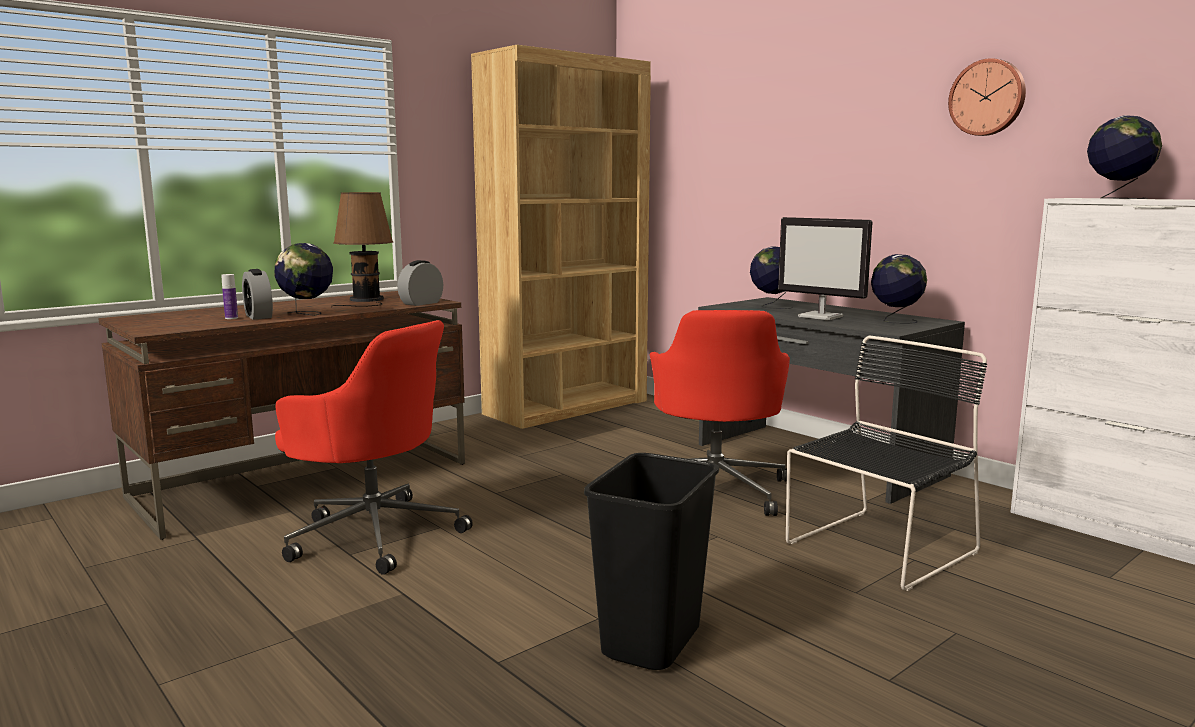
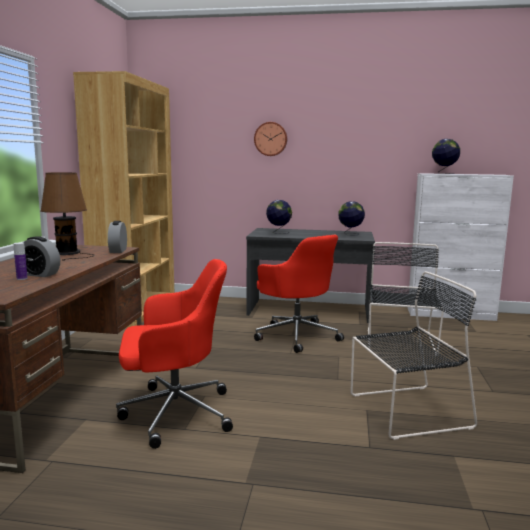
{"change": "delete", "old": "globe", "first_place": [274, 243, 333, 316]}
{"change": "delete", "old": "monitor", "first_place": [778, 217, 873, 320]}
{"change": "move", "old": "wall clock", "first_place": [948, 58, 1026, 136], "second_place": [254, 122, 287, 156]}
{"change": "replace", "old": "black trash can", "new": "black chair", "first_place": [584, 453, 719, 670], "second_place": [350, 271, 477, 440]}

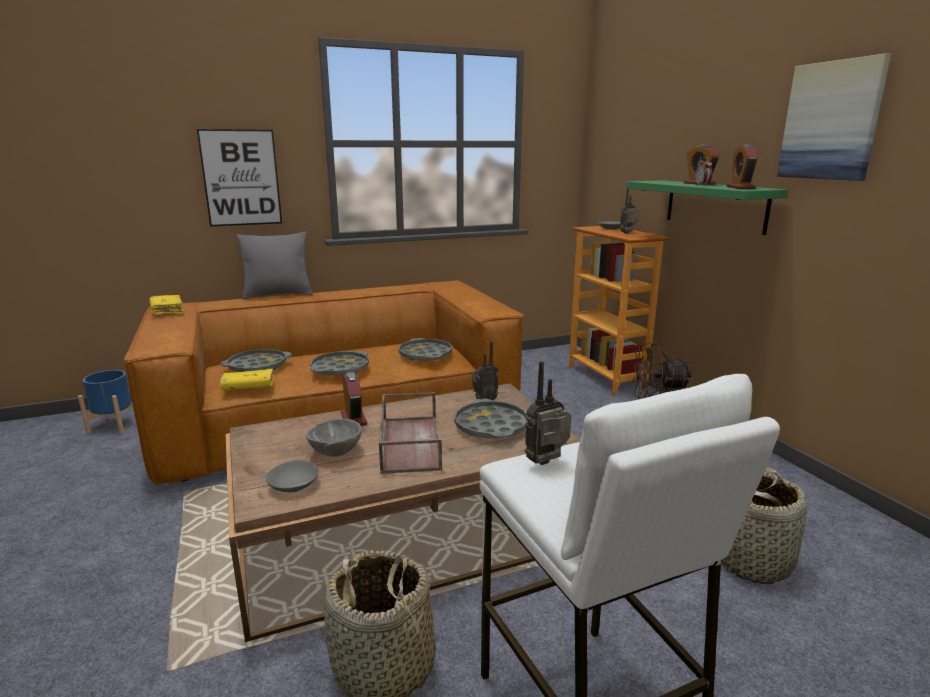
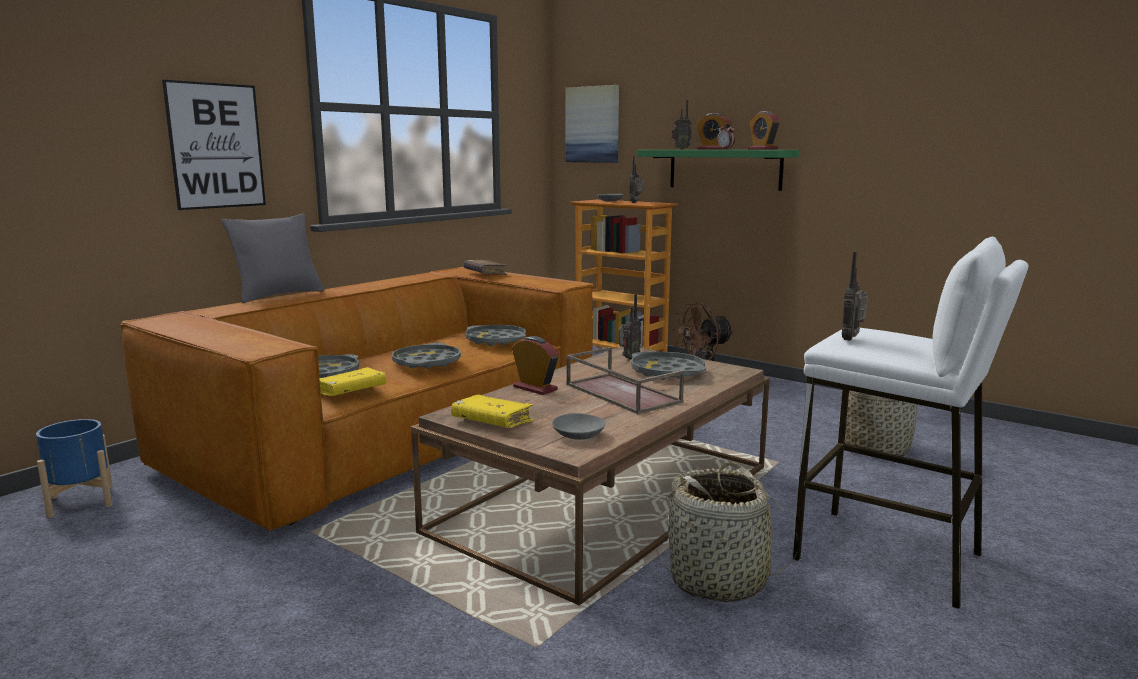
{"change": "delete", "old": "grey bowl", "first_place": [306, 419, 362, 457]}
{"change": "insert", "new": "brown book", "second_place": [464, 260, 507, 275]}
{"change": "insert", "new": "radio", "second_place": [672, 100, 692, 149]}
{"change": "move", "old": "yellow book", "first_place": [149, 295, 184, 314], "second_place": [451, 395, 533, 428]}
{"change": "move", "old": "picture", "first_place": [777, 53, 892, 181], "second_place": [565, 85, 619, 163]}

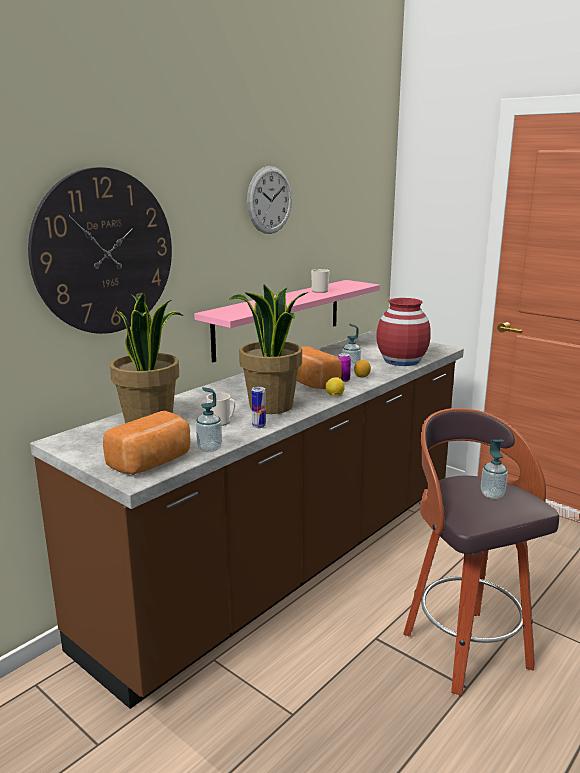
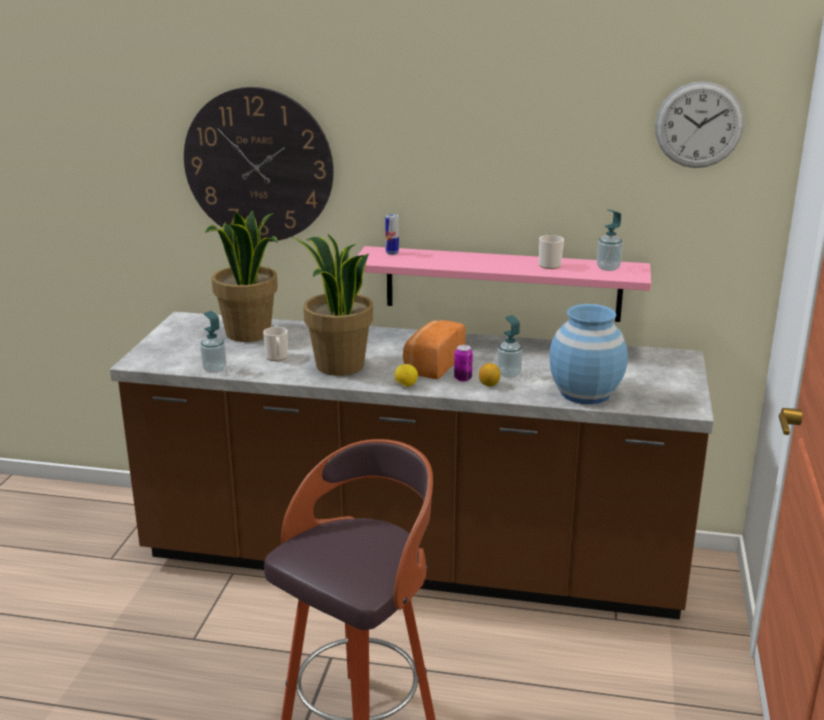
{"change": "delete", "old": "bread", "first_place": [103, 411, 191, 475]}
{"change": "move", "old": "wall clock", "first_place": [247, 166, 292, 234], "second_place": [655, 81, 744, 168]}
{"change": "move", "old": "can", "first_place": [251, 387, 266, 428], "second_place": [385, 214, 399, 255]}
{"change": "move", "old": "soap dispenser", "first_place": [481, 440, 508, 499], "second_place": [597, 209, 623, 271]}
{"change": "recolor", "old": "red vase", "new": "blue vase", "first_place": [376, 298, 431, 366], "second_place": [549, 304, 628, 404]}

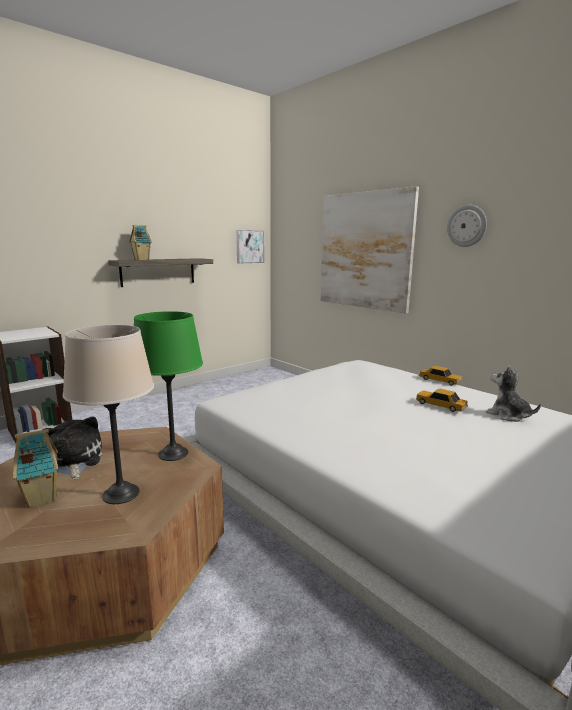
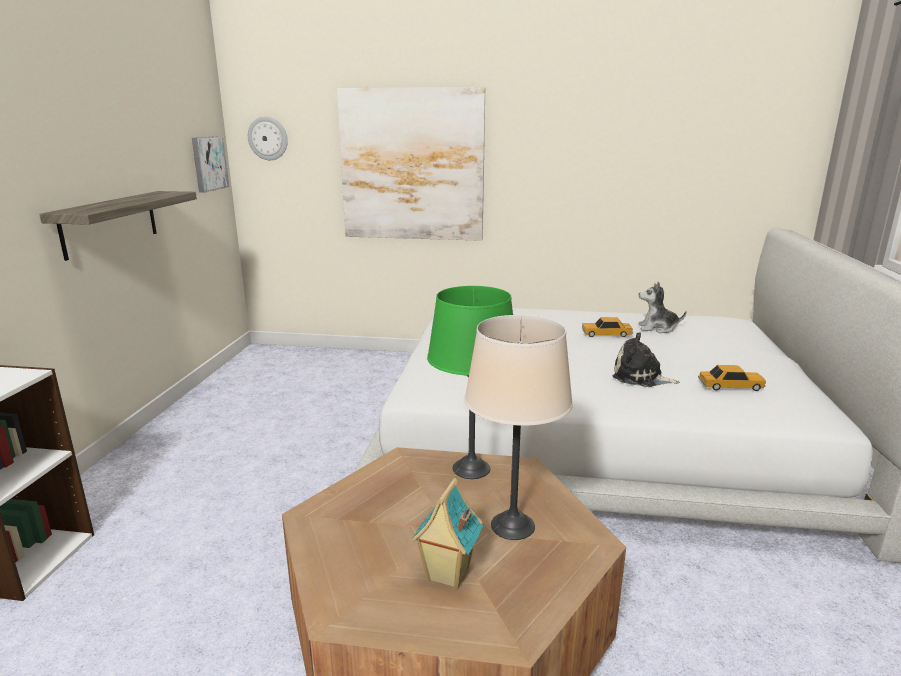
{"change": "delete", "old": "toy house", "first_place": [129, 225, 152, 260]}
{"change": "move", "old": "plush toy", "first_place": [43, 416, 102, 479], "second_place": [612, 332, 680, 387]}
{"change": "move", "old": "toy car", "first_place": [419, 366, 462, 386], "second_place": [698, 365, 766, 391]}
{"change": "move", "old": "wall clock", "first_place": [447, 205, 487, 247], "second_place": [248, 117, 288, 160]}

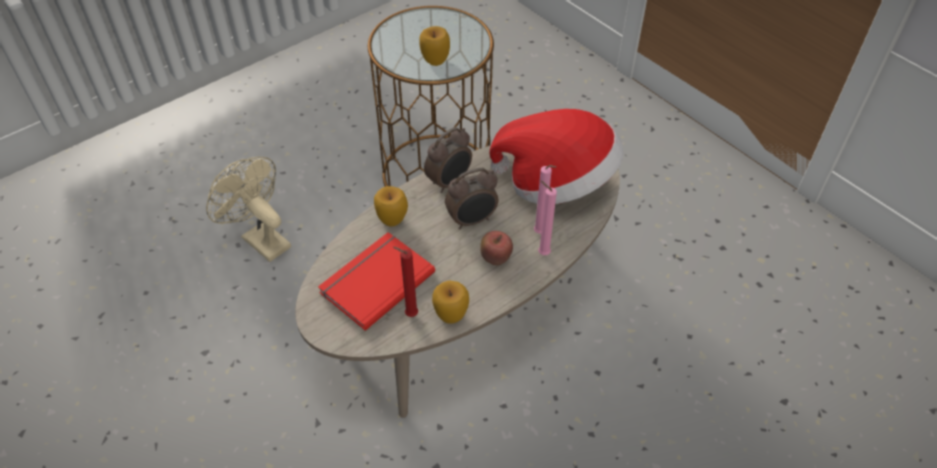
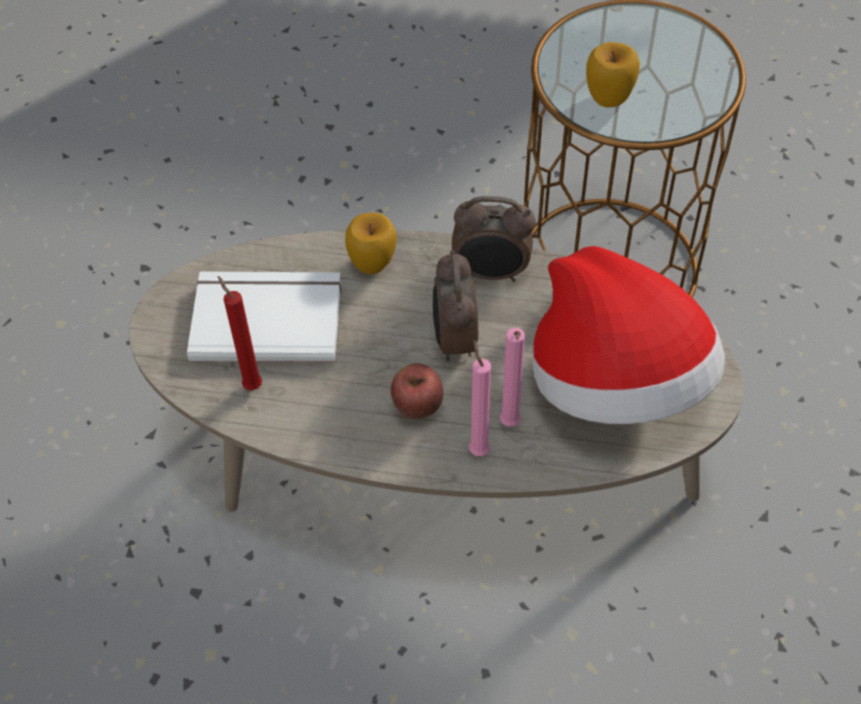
{"change": "delete", "old": "beige fan", "first_place": [206, 157, 291, 262]}
{"change": "delete", "old": "apple", "first_place": [432, 280, 469, 324]}
{"change": "recolor", "old": "red book", "new": "white book", "first_place": [318, 232, 435, 331], "second_place": [187, 271, 341, 362]}
{"change": "rotate", "old": "alarm clock", "first_place": [445, 168, 498, 230], "second_place": [433, 250, 478, 361], "degrees": 60}

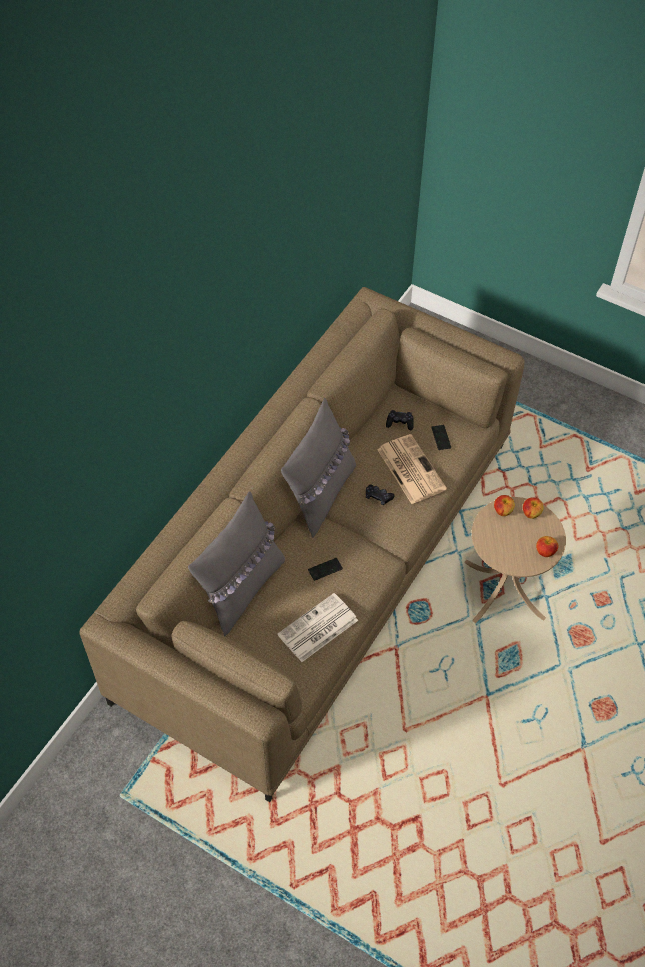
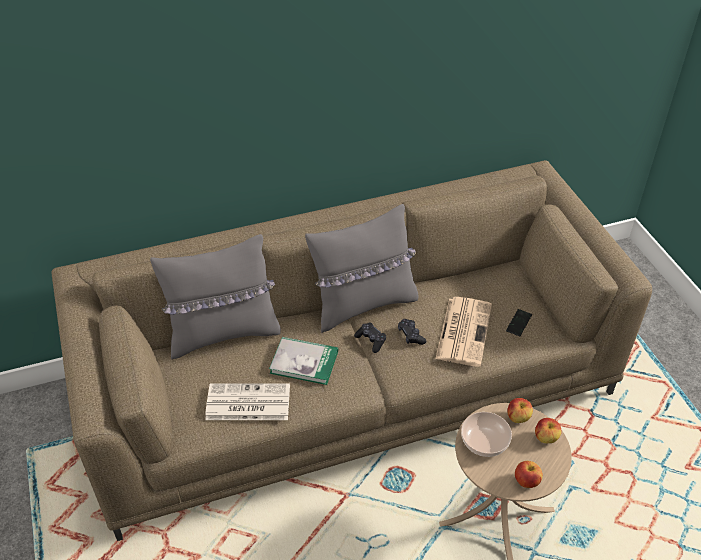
{"change": "insert", "new": "bowl", "second_place": [461, 412, 512, 457]}
{"change": "move", "old": "black game controller", "first_place": [386, 410, 414, 430], "second_place": [354, 322, 386, 353]}
{"change": "replace", "old": "phone", "new": "book", "first_place": [308, 558, 343, 581], "second_place": [269, 337, 338, 385]}

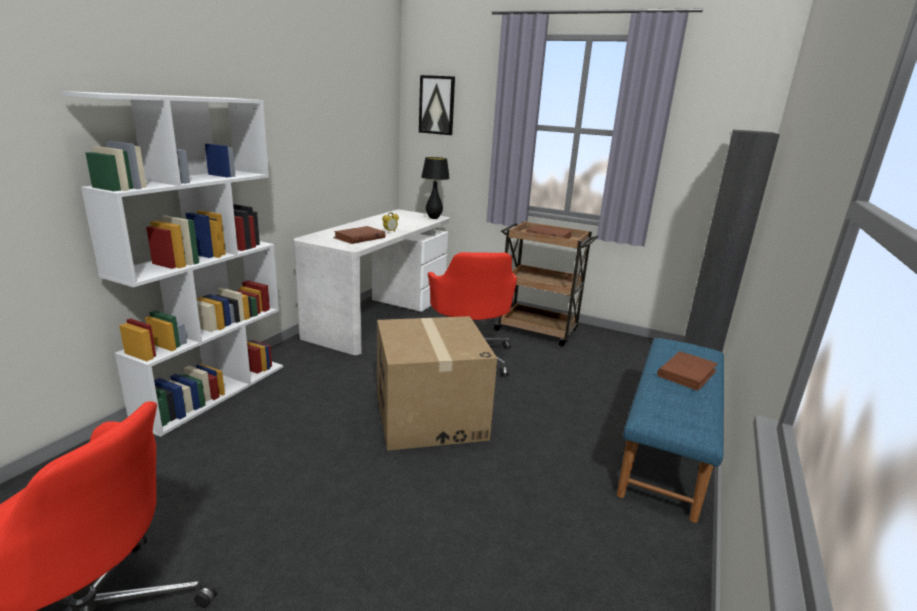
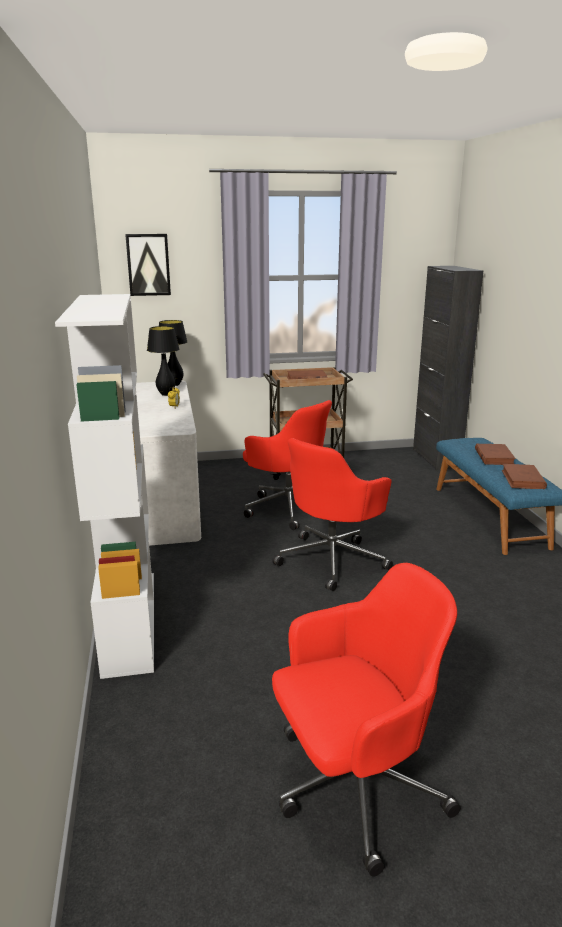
{"change": "insert", "new": "black table lamp", "second_place": [147, 326, 180, 396]}
{"change": "move", "old": "brown book", "first_place": [333, 226, 386, 244], "second_place": [502, 464, 547, 489]}
{"change": "replace", "old": "cardboard box", "new": "red office chair", "first_place": [377, 316, 497, 451], "second_place": [272, 438, 393, 591]}

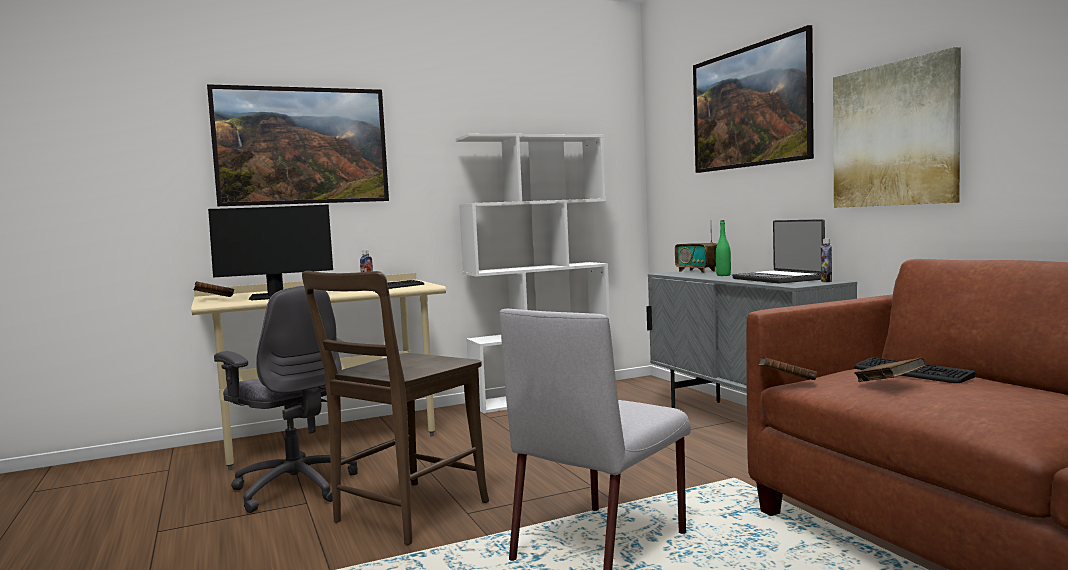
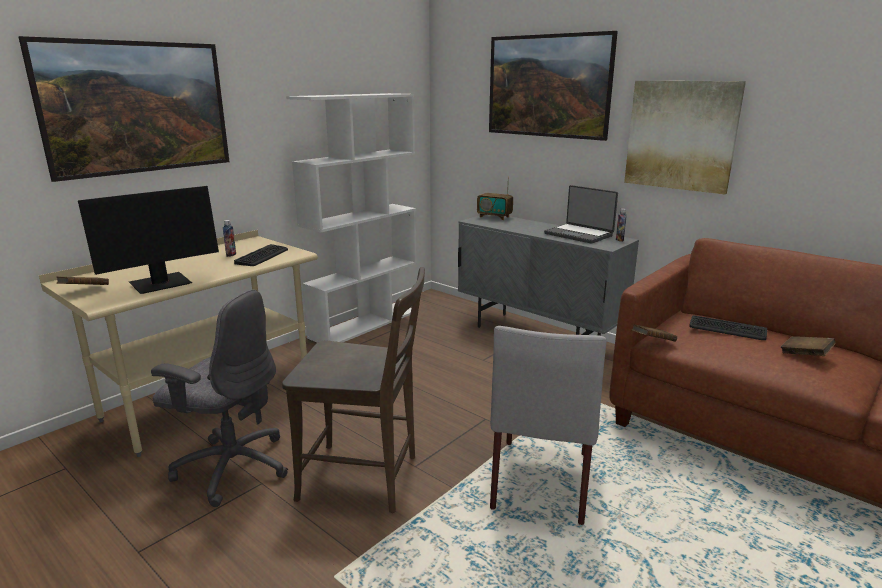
{"change": "delete", "old": "green bottle", "first_place": [716, 220, 731, 276]}
{"change": "move", "old": "brown book", "first_place": [854, 358, 926, 382], "second_place": [781, 336, 836, 356]}
{"change": "rotate", "old": "brown chair", "first_place": [302, 271, 489, 545], "second_place": [282, 267, 425, 513], "degrees": -90}

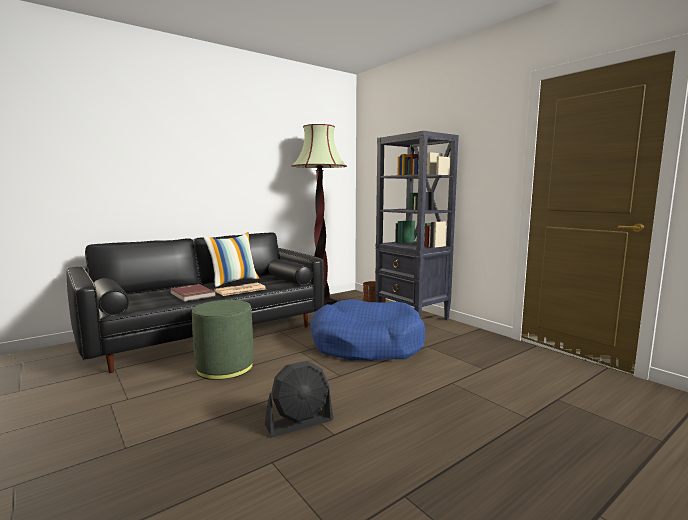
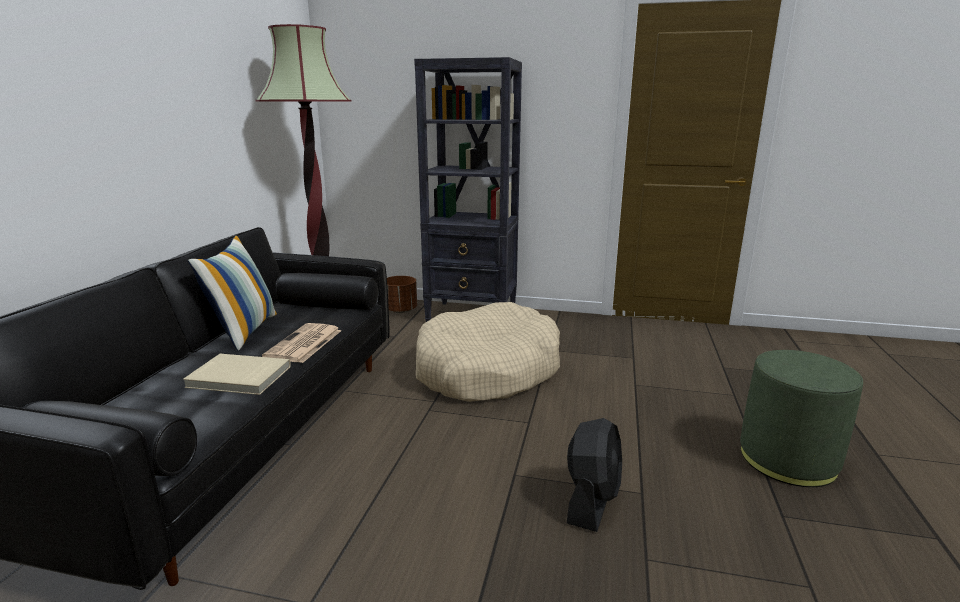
{"change": "move", "old": "green ottoman", "first_place": [192, 300, 254, 380], "second_place": [740, 350, 863, 487]}
{"change": "recolor", "old": "red book", "new": "beige book", "first_place": [170, 284, 216, 302], "second_place": [183, 354, 291, 395]}
{"change": "recolor", "old": "blue dog bed", "new": "beige dog bed", "first_place": [310, 299, 425, 361], "second_place": [416, 302, 560, 402]}

